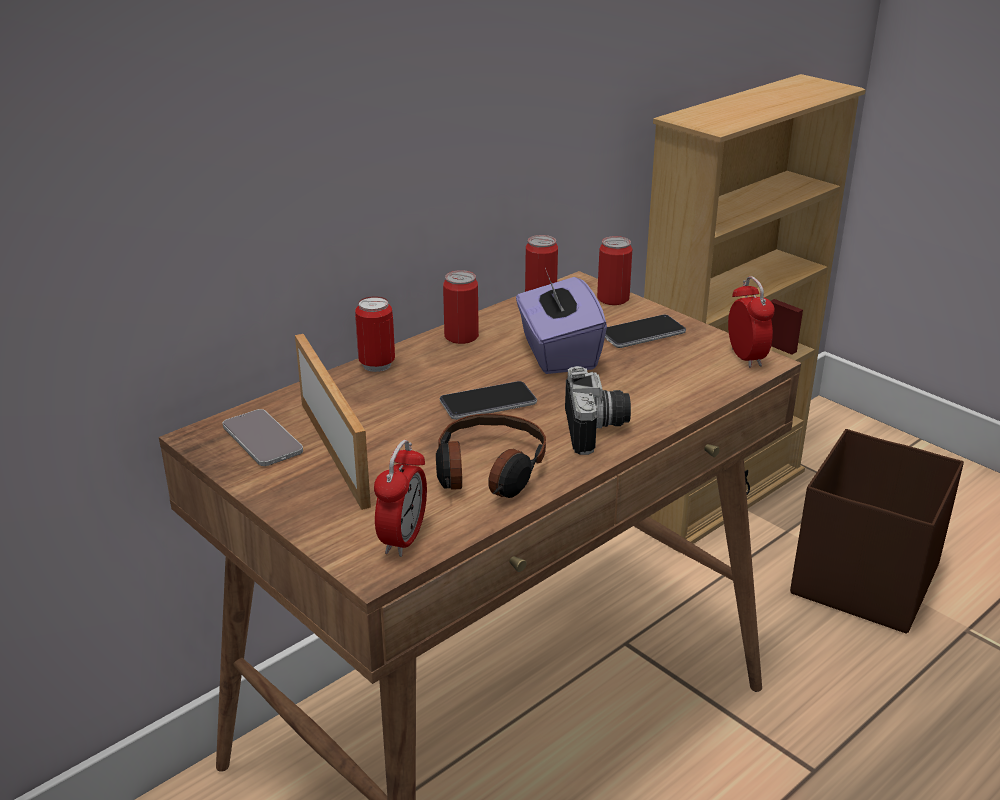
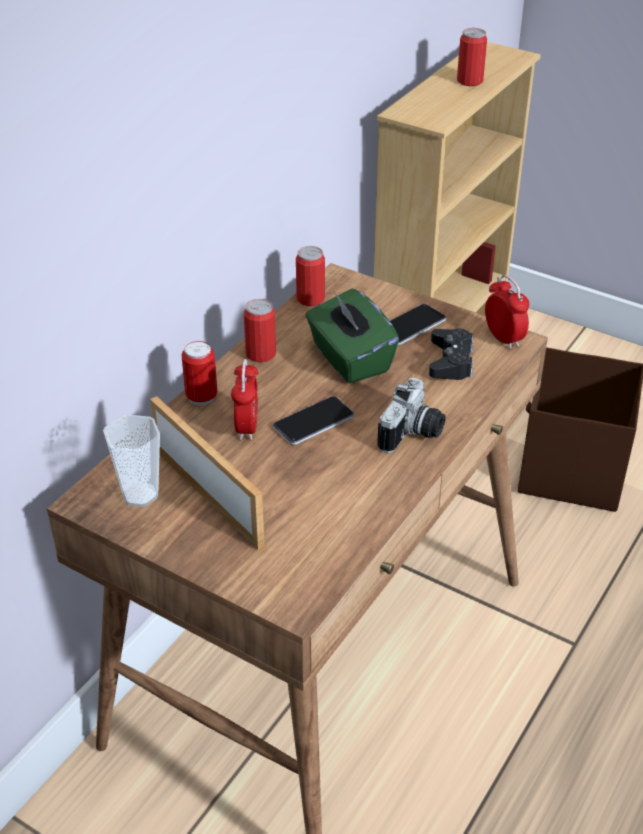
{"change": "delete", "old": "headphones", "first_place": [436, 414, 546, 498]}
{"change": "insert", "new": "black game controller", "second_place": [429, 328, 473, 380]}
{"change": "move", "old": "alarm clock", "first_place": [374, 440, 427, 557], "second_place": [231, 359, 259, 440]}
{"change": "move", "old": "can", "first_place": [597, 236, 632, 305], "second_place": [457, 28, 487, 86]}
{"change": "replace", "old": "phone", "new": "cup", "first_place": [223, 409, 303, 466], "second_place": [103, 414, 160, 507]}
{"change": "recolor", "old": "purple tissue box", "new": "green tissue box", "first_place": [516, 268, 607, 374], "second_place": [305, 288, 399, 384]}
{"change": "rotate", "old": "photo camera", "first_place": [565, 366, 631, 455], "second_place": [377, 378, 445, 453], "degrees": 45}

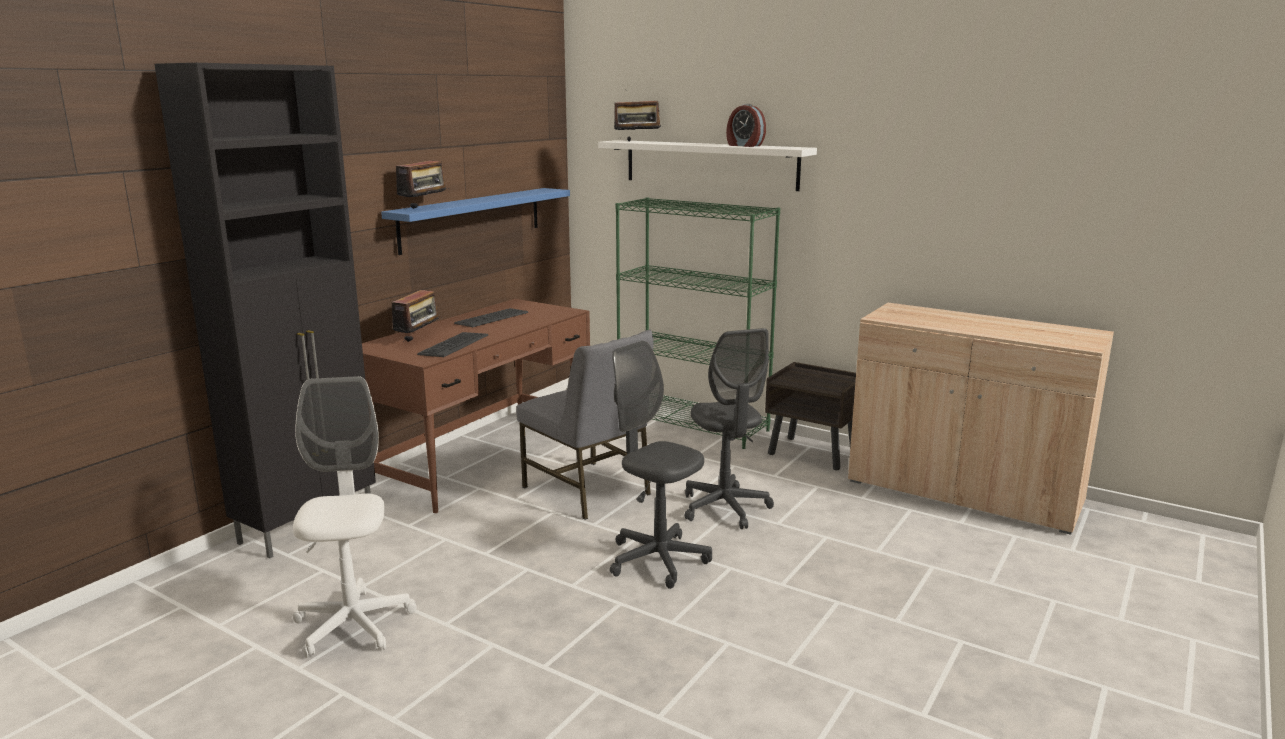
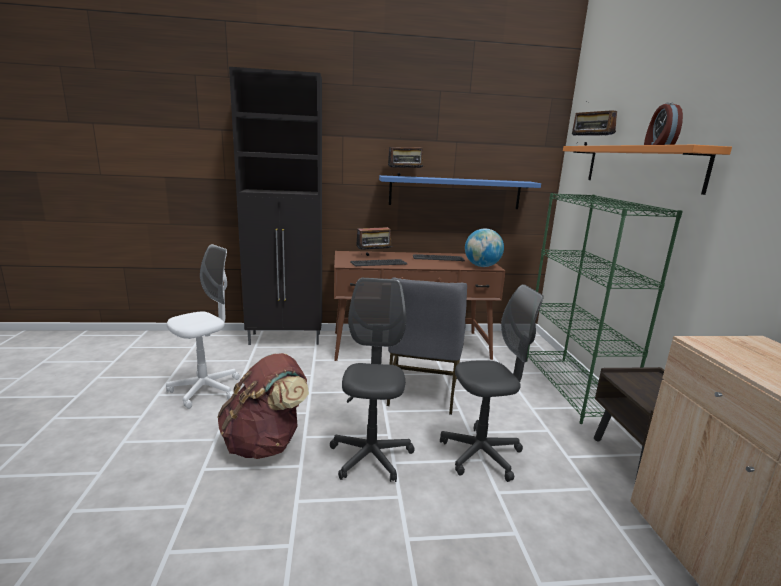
{"change": "insert", "new": "brown backpack", "second_place": [217, 353, 309, 459]}
{"change": "insert", "new": "globe", "second_place": [465, 229, 504, 267]}
{"change": "recolor", "old": "white shelf", "new": "orange shelf", "first_place": [598, 140, 817, 191], "second_place": [563, 145, 732, 195]}
{"change": "rotate", "old": "grey office chair", "first_place": [685, 328, 774, 529], "second_place": [440, 284, 544, 482], "degrees": -135}

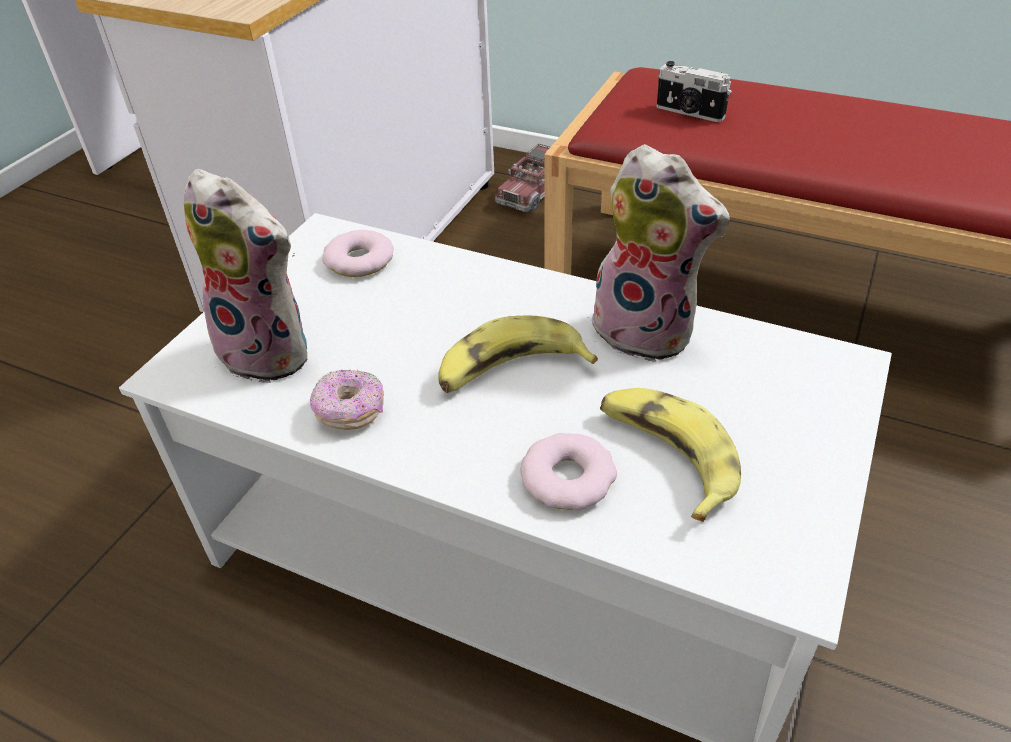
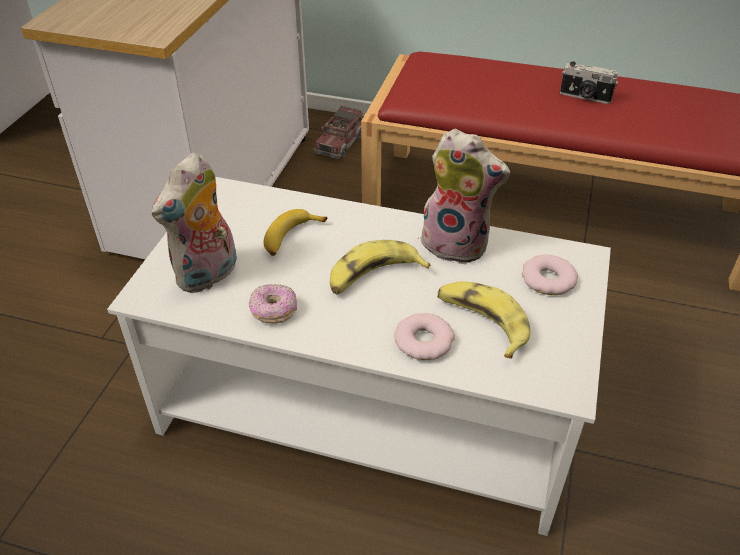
{"change": "insert", "new": "banana", "second_place": [263, 209, 327, 256]}
{"change": "move", "old": "donut", "first_place": [322, 230, 394, 277], "second_place": [522, 255, 578, 295]}
{"change": "move", "old": "photo camera", "first_place": [656, 61, 732, 122], "second_place": [560, 61, 618, 104]}
{"change": "rotate", "old": "plush toy", "first_place": [184, 169, 307, 384], "second_place": [152, 152, 237, 293], "degrees": 105}

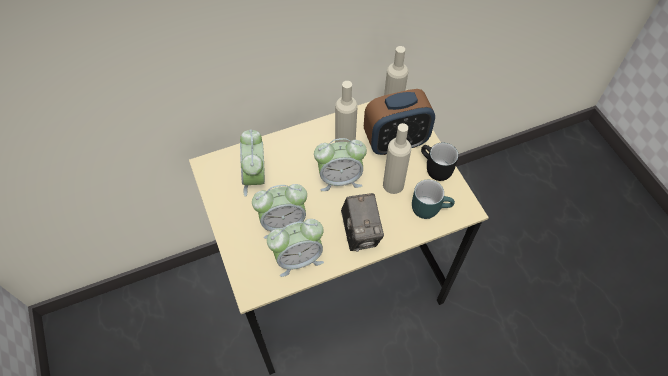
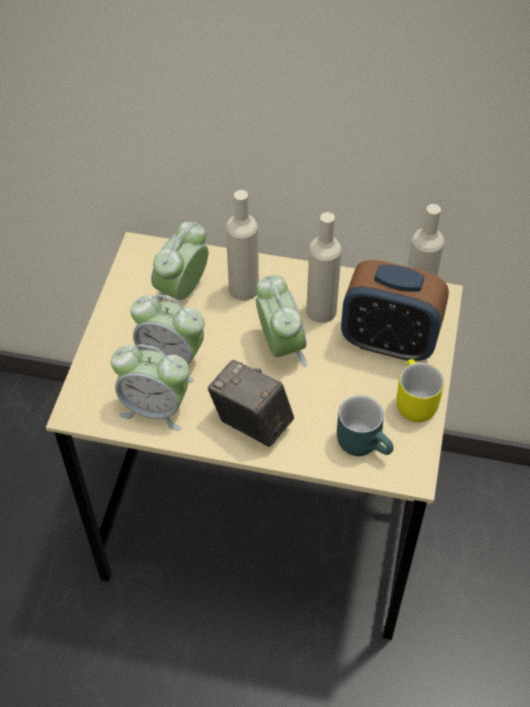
{"change": "move", "old": "beige bottle", "first_place": [383, 123, 411, 194], "second_place": [226, 190, 259, 301]}
{"change": "recolor", "old": "black mug", "new": "yellow mug", "first_place": [421, 142, 459, 181], "second_place": [397, 359, 444, 422]}
{"change": "rotate", "old": "alarm clock", "first_place": [314, 138, 367, 191], "second_place": [256, 275, 307, 367], "degrees": -135}
{"change": "rotate", "old": "photo camera", "first_place": [341, 193, 384, 252], "second_place": [208, 360, 294, 447], "degrees": 105}

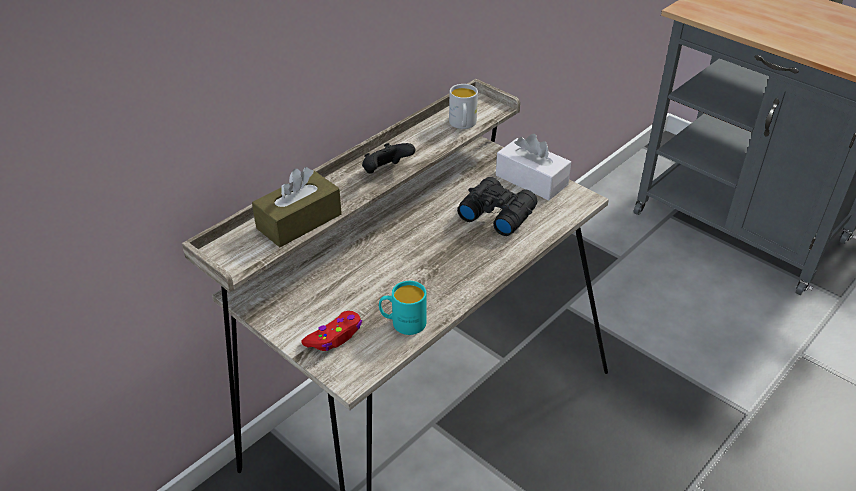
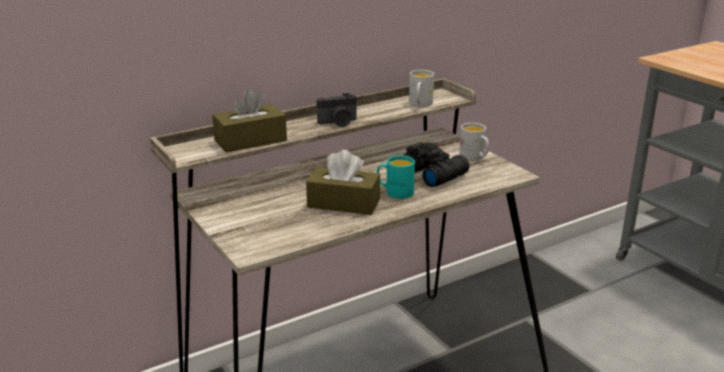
{"change": "delete", "old": "red game controller", "first_place": [301, 311, 362, 351]}
{"change": "insert", "new": "brown tissue box", "second_place": [306, 150, 380, 215]}
{"change": "move", "old": "turquoise mug", "first_place": [379, 281, 427, 335], "second_place": [377, 156, 415, 199]}
{"change": "replace", "old": "black game controller", "new": "photo camera", "first_place": [362, 143, 415, 173], "second_place": [317, 93, 357, 127]}
{"change": "replace", "old": "white tissue box", "new": "white mug", "first_place": [496, 134, 571, 200], "second_place": [459, 123, 489, 161]}

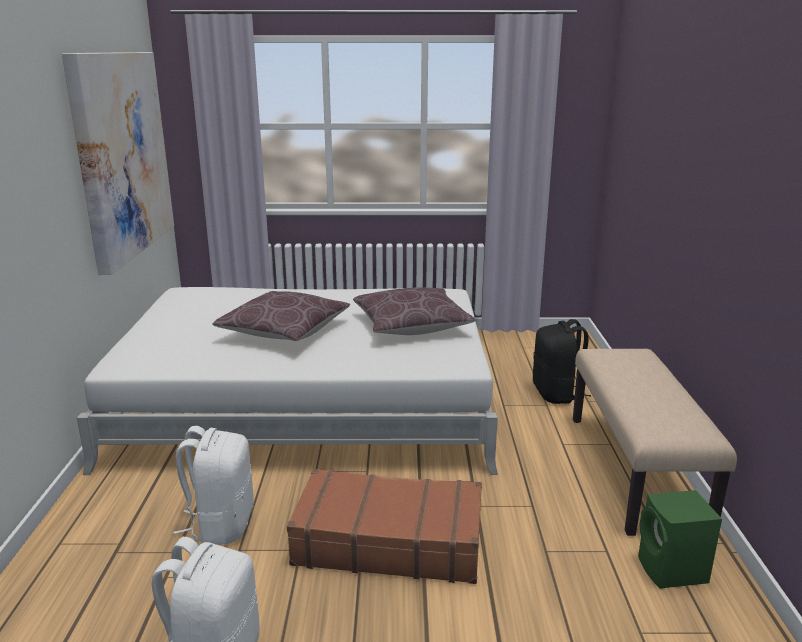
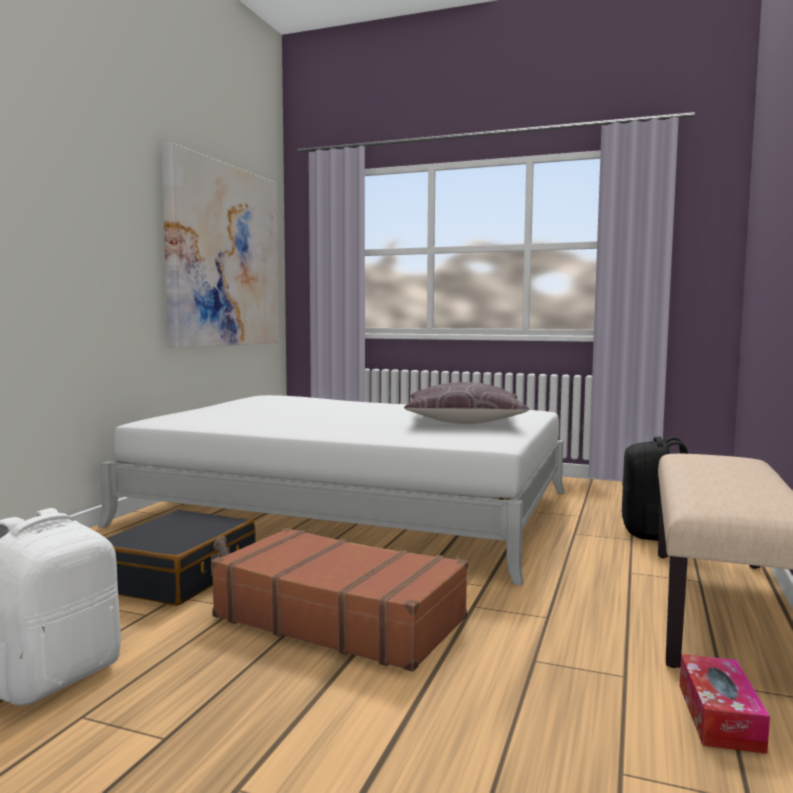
{"change": "delete", "old": "brown pillow", "first_place": [212, 291, 350, 341]}
{"change": "replace", "old": "white backpack", "new": "black suitcase", "first_place": [174, 426, 254, 545], "second_place": [106, 510, 256, 606]}
{"change": "replace", "old": "green speaker", "new": "tissue box", "first_place": [638, 490, 722, 589], "second_place": [680, 654, 770, 754]}

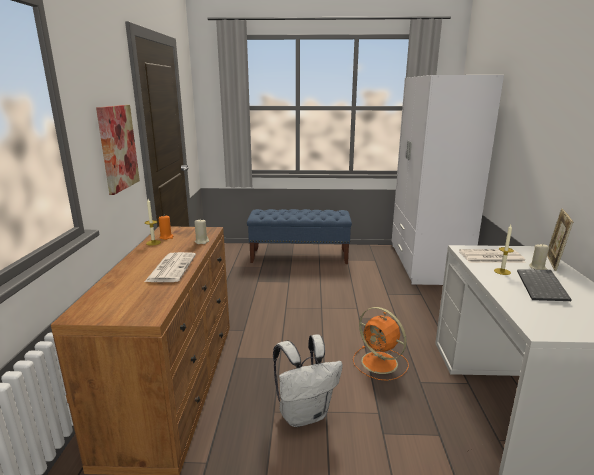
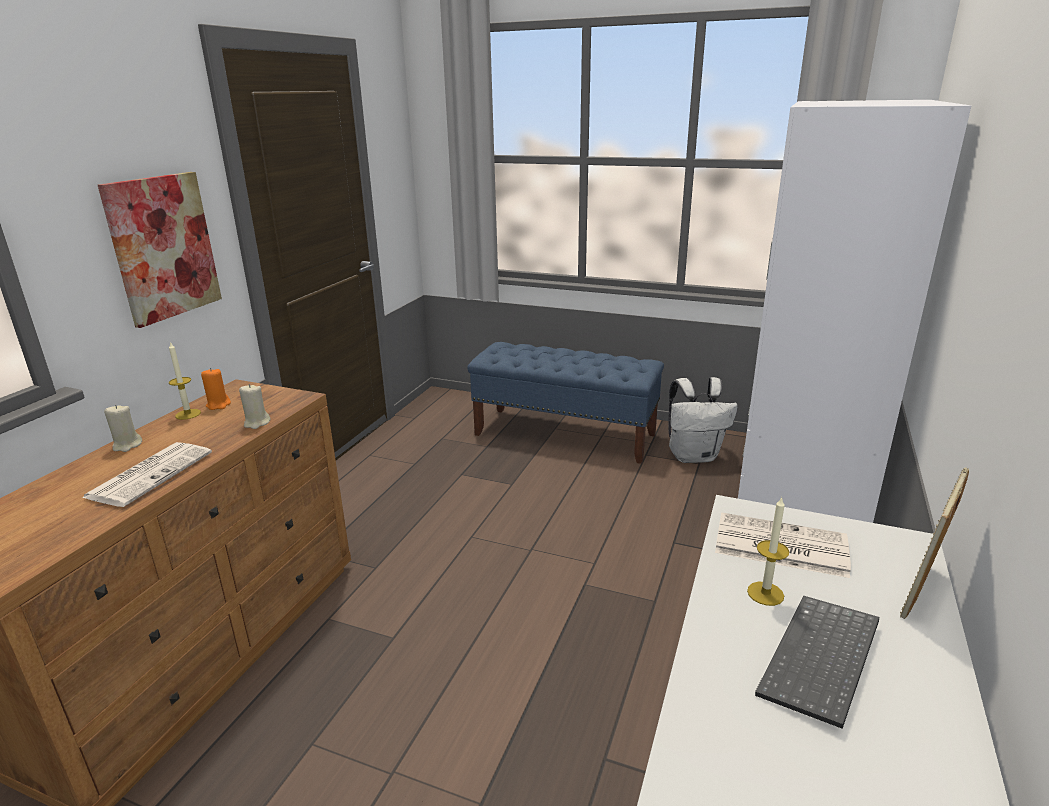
{"change": "delete", "old": "orange fan", "first_place": [353, 307, 409, 381]}
{"change": "move", "old": "white backpack", "first_place": [273, 335, 343, 427], "second_place": [668, 377, 738, 463]}
{"change": "move", "old": "beige candle", "first_place": [529, 244, 549, 270], "second_place": [104, 405, 142, 452]}

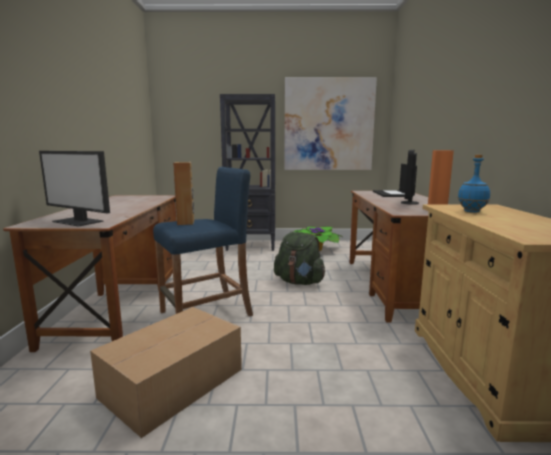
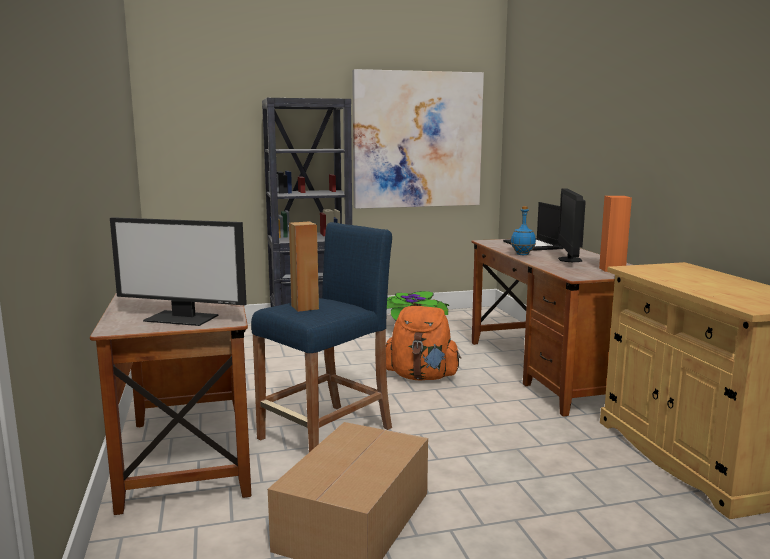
{"change": "move", "old": "blue bottle", "first_place": [458, 155, 490, 213], "second_place": [511, 206, 536, 255]}
{"change": "recolor", "old": "green backpack", "new": "orange backpack", "first_place": [274, 232, 325, 285], "second_place": [386, 306, 461, 380]}

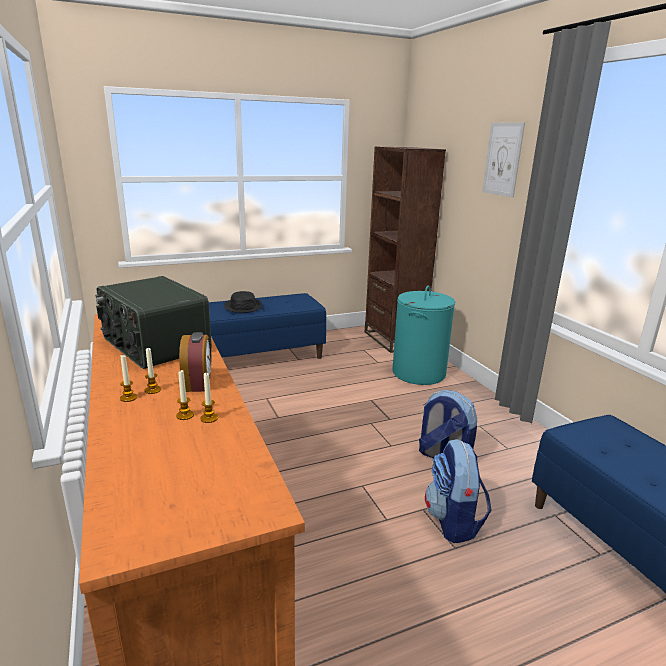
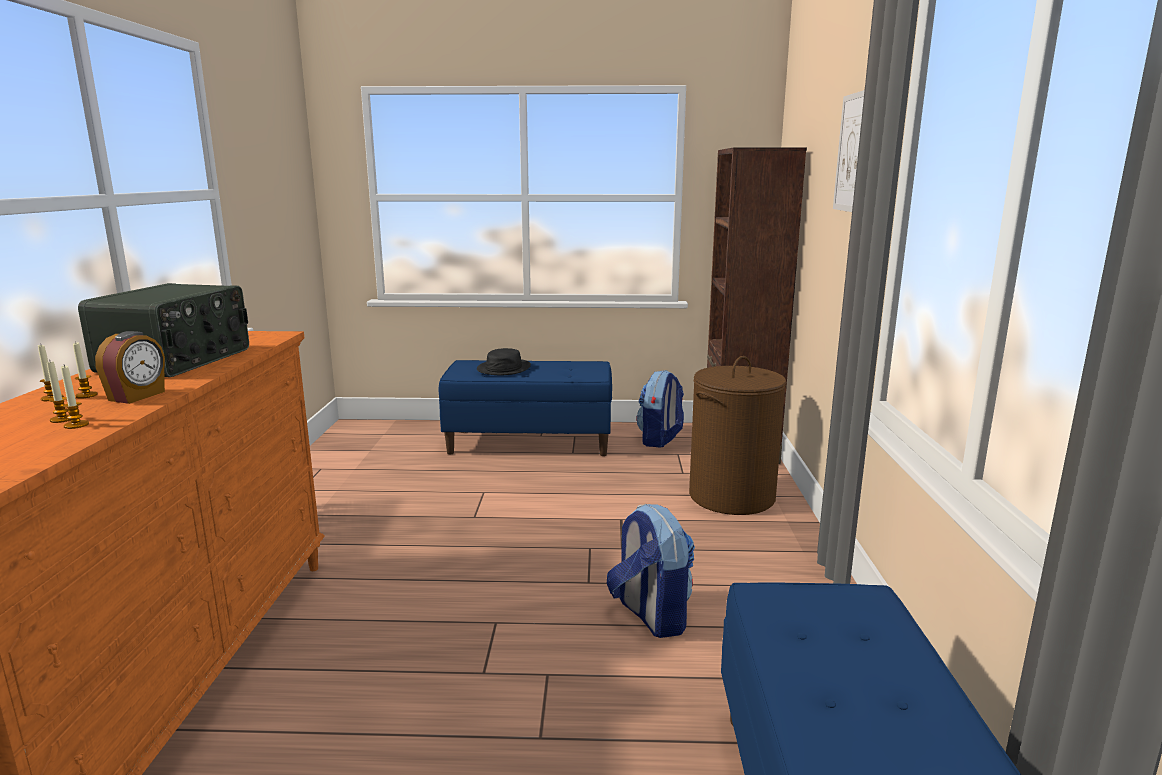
{"change": "move", "old": "backpack", "first_place": [425, 439, 491, 543], "second_place": [636, 370, 684, 448]}
{"change": "recolor", "old": "turquoise laundry basket", "new": "brown laundry basket", "first_place": [392, 286, 456, 385], "second_place": [689, 356, 786, 515]}
{"change": "rotate", "old": "radio", "first_place": [95, 276, 212, 369], "second_place": [78, 283, 249, 377], "degrees": -150}

